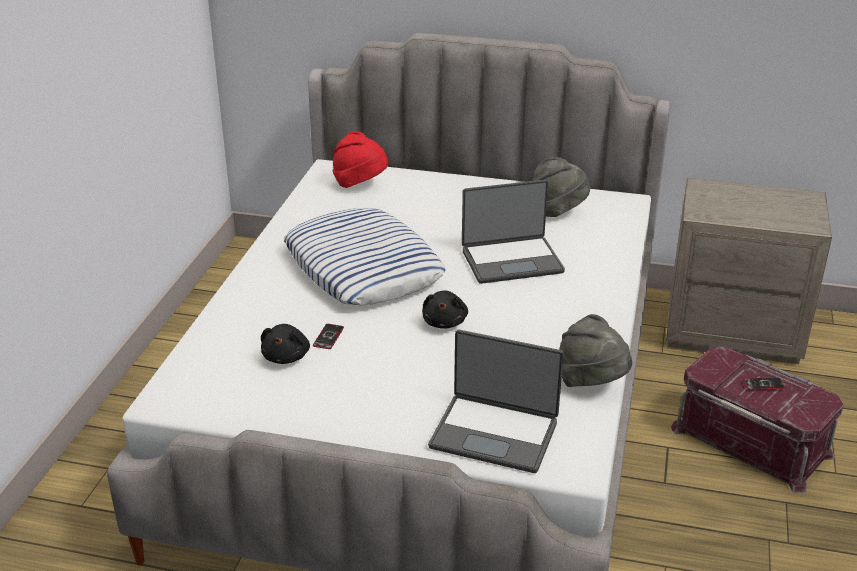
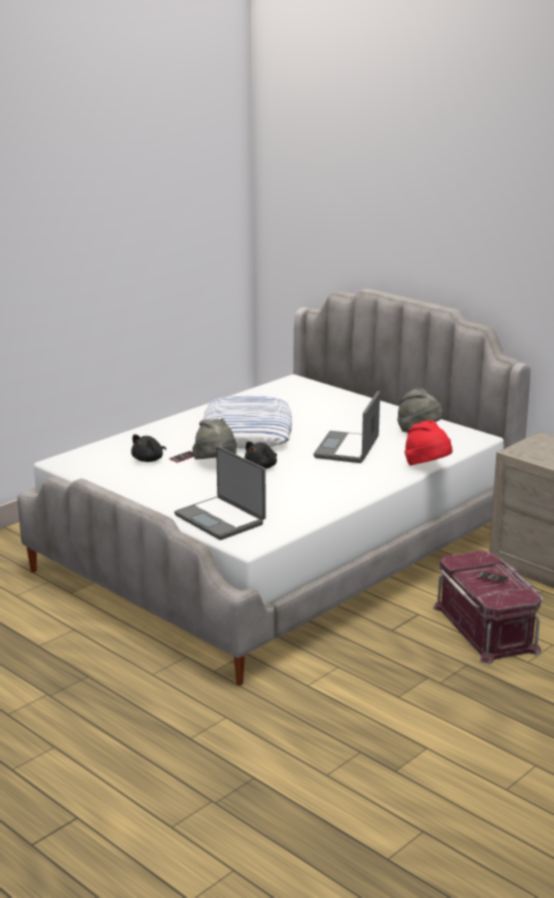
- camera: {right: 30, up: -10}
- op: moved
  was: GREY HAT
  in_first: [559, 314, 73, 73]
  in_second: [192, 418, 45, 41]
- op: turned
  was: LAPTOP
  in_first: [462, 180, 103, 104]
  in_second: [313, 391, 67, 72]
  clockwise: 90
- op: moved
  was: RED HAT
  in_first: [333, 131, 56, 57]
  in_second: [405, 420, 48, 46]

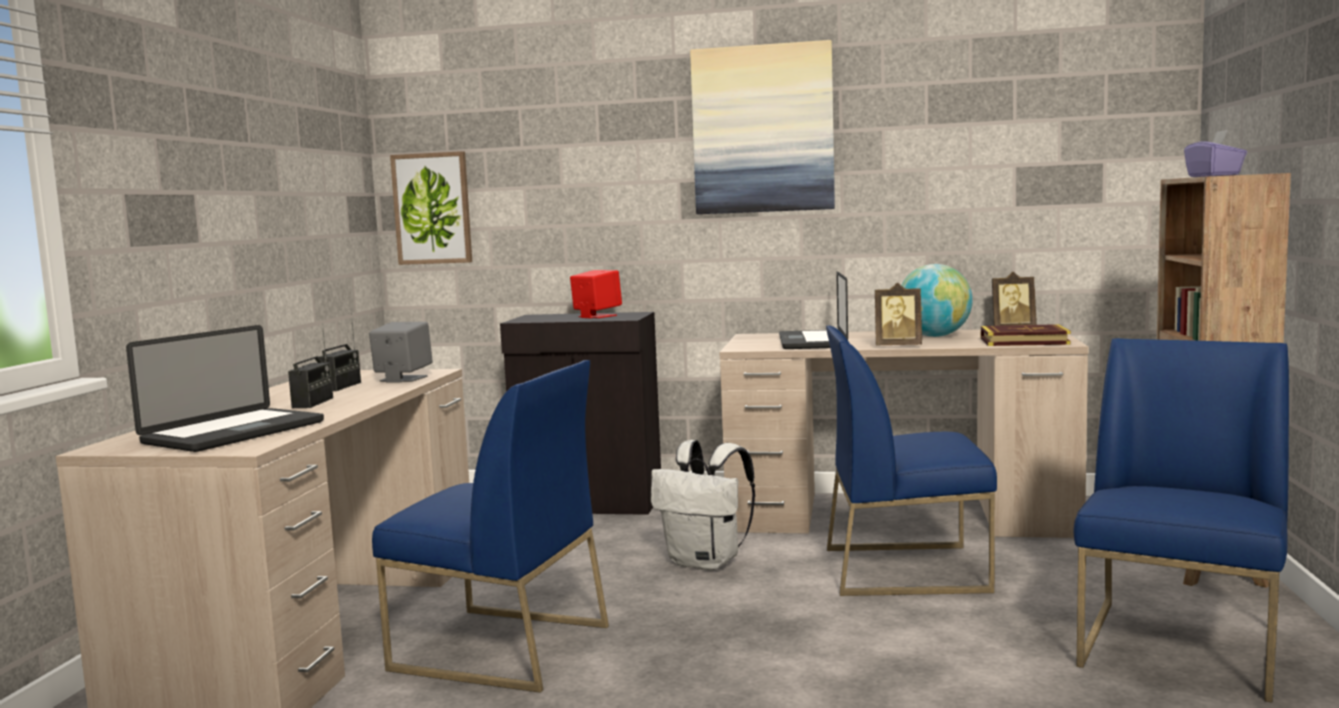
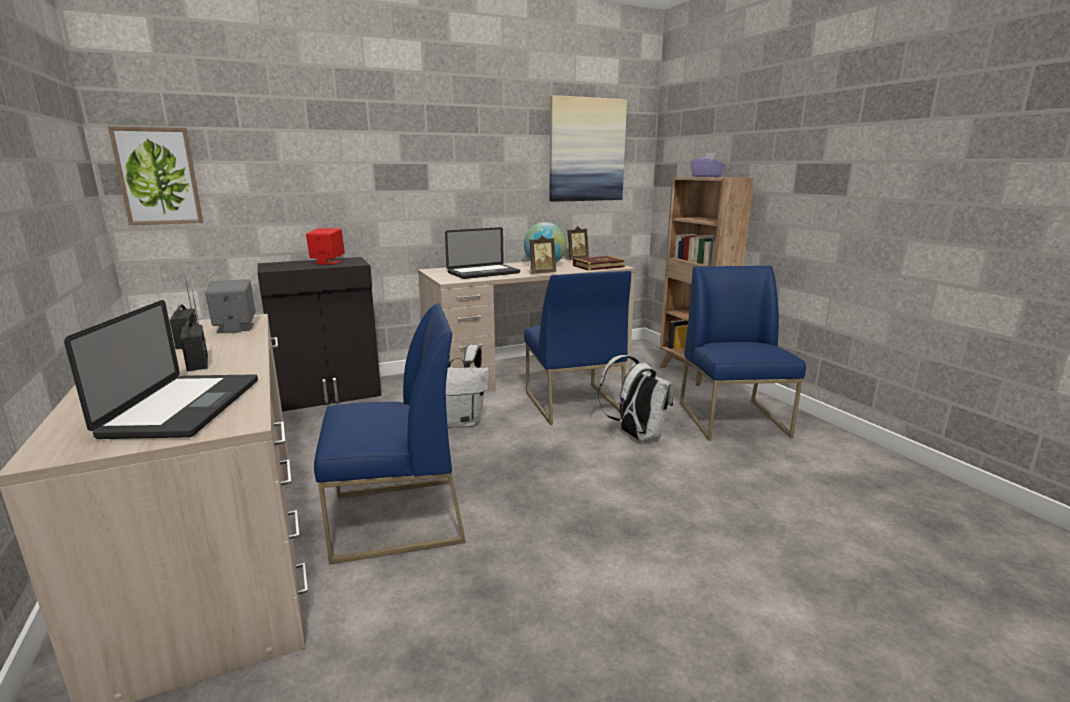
- camera: {right: -35, up: 10}
- op: turned
  was: LAPTOP
  in_first: [779, 271, 69, 78]
  in_second: [445, 227, 75, 52]
  clockwise: -90
- op: turned
  was: BLUE CHAIR
  in_first: [826, 325, 171, 271]
  in_second: [524, 271, 107, 154]
  clockwise: -75
- op: moved
  was: PICTURE
  in_first: [690, 40, 145, 174]
  in_second: [549, 95, 78, 107]
- op: added
  now: WHITE BACKPACK
  in_second: [598, 355, 75, 86]

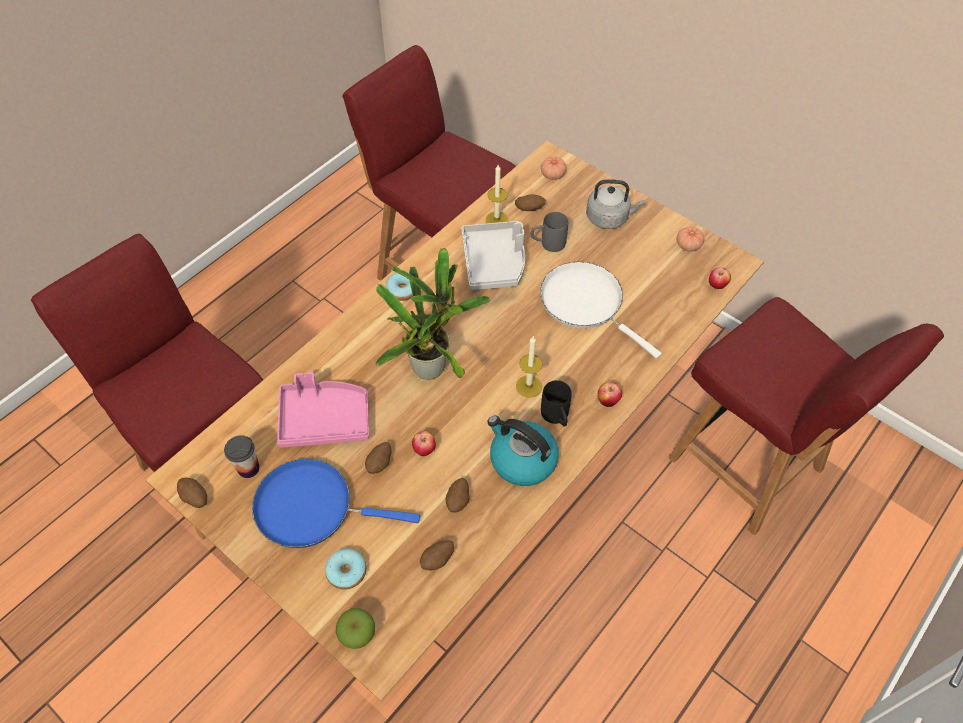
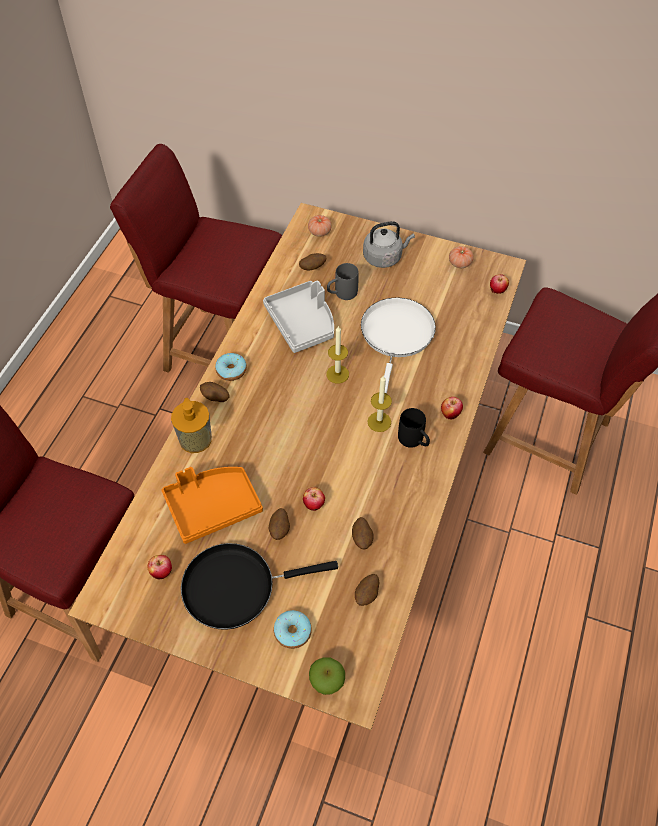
- camera: {right: -20, up: 0}
- op: replaced
  was: CUP
  now: APPLE
  in_first: [224, 435, 36, 43]
  in_second: [148, 555, 24, 24]
- op: recoloured
  was: PINK TRAY
  now: ORANGE TRAY
  in_first: [277, 372, 92, 76]
  in_second: [161, 467, 102, 77]
- op: added
  now: SOAP DISPENSER
  in_second: [171, 398, 41, 55]
- op: recoloured
  was: BLUE FRYING PAN
  now: BLACK FRYING PAN
  in_first: [252, 459, 168, 89]
  in_second: [181, 543, 157, 87]
- op: moved
  was: POTATO
  in_first: [177, 478, 30, 30]
  in_second: [200, 382, 30, 20]
- op: moved
  was: CANDLE
  in_first: [486, 165, 22, 58]
  in_second: [326, 326, 23, 57]
- op: turned
  was: WHITE FRYING PAN
  in_first: [540, 262, 121, 97]
  in_second: [361, 298, 75, 96]
  clockwise: 75
- op: removed
  was: POTTED PLANT
  in_first: [376, 248, 114, 132]
- op: removed
  was: KETTLE
  in_first: [488, 415, 71, 71]

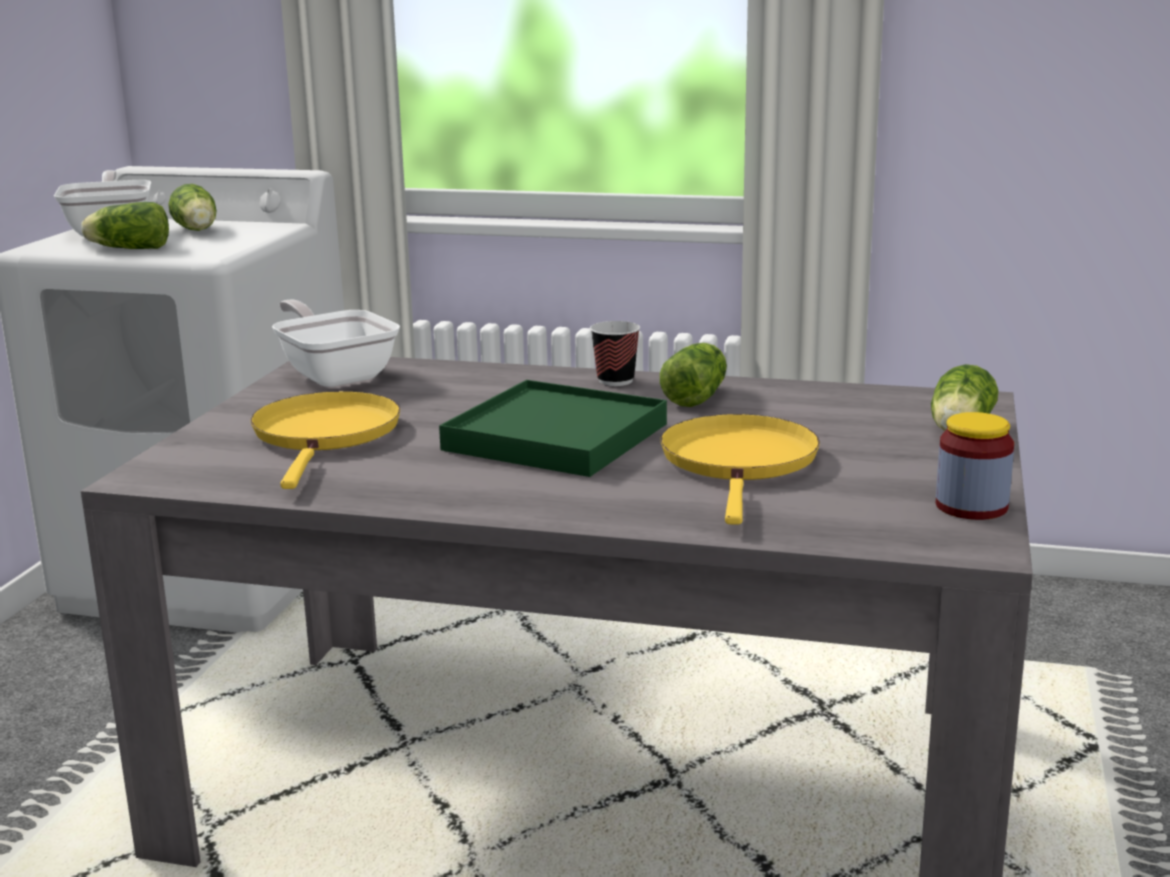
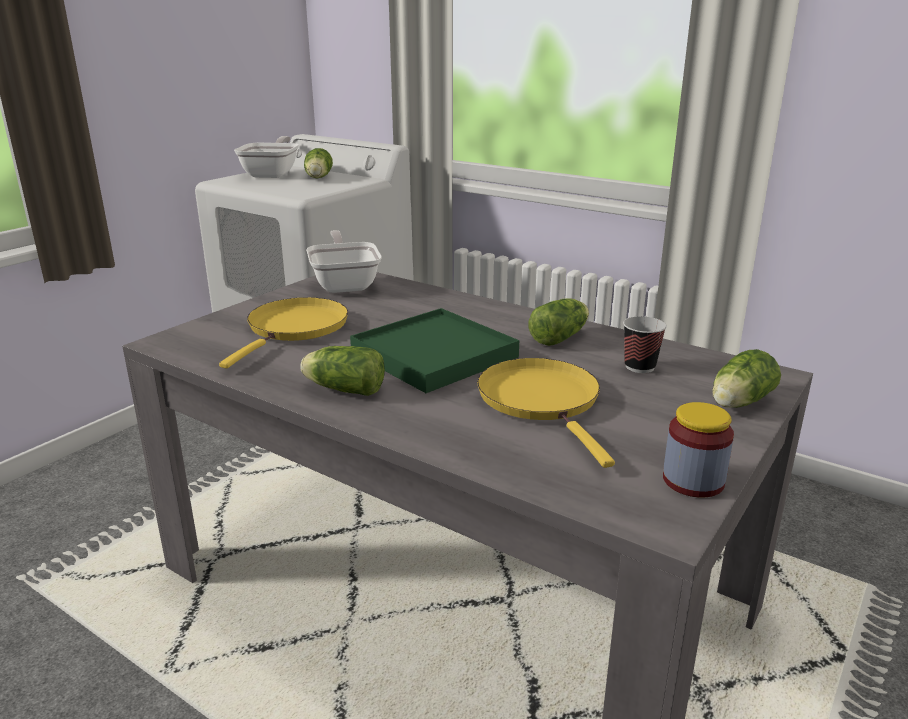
- camera: {right: 20, up: 5}
- op: moved
  was: LETTUCE
  in_first: [81, 202, 88, 47]
  in_second: [300, 346, 85, 50]
- op: turned
  was: YELLOW FRYING PAN
  in_first: [660, 414, 160, 111]
  in_second: [477, 358, 138, 110]
  clockwise: -45
- op: moved
  was: CUP
  in_first: [590, 321, 50, 65]
  in_second: [623, 316, 44, 57]

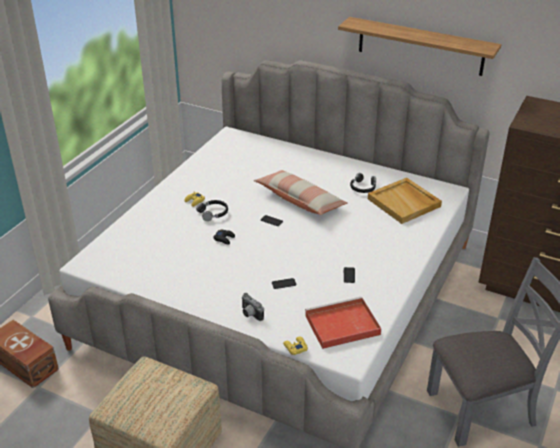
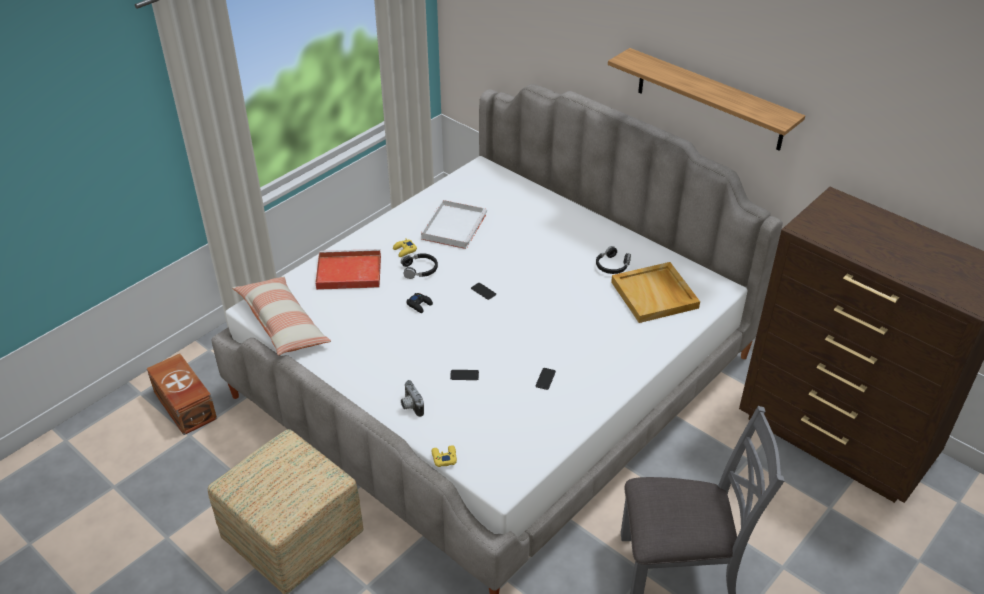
- camera: {right: 15, up: 5}
- op: moved
  was: PILLOW
  in_first: [254, 170, 93, 45]
  in_second: [232, 276, 99, 79]
- op: moved
  was: RED TRAY
  in_first: [305, 297, 76, 52]
  in_second: [315, 249, 66, 41]
- op: added
  now: WHITE TRAY
  in_second: [421, 200, 66, 49]

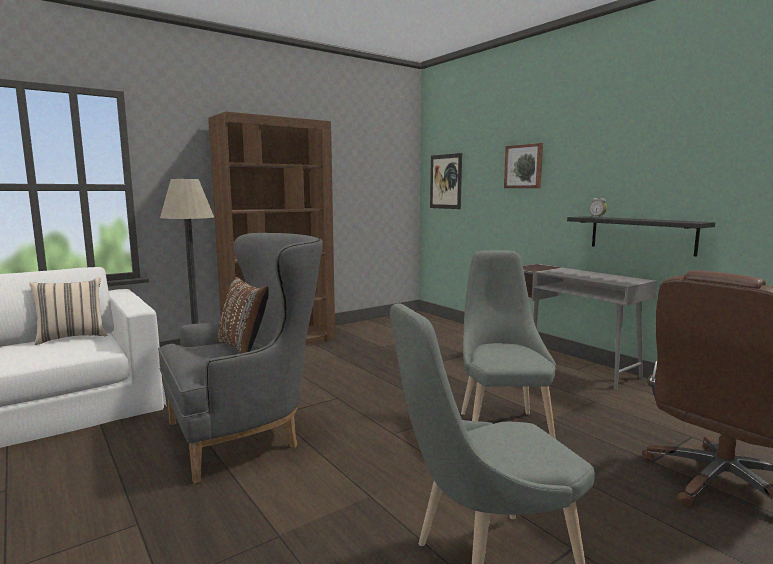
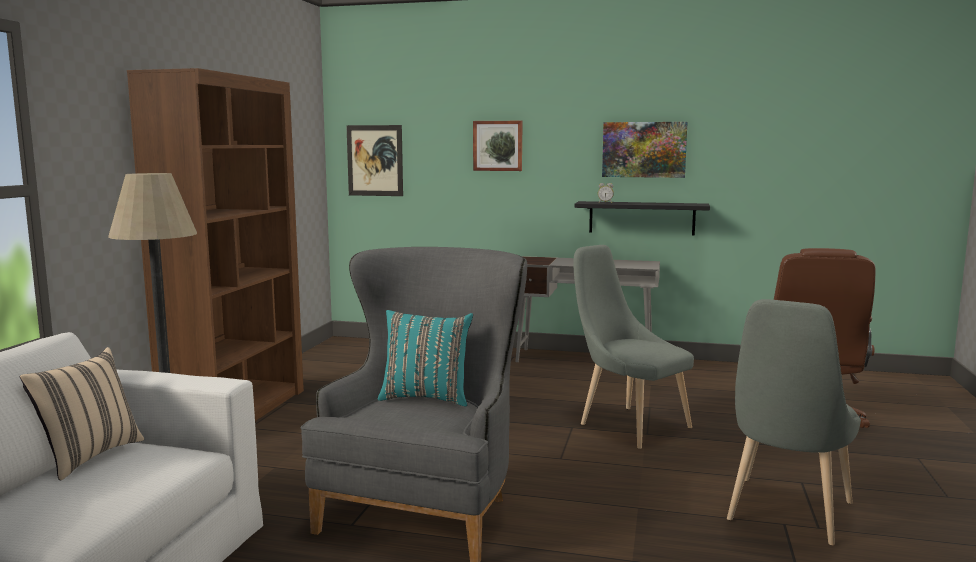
- camera: {right: -40, up: 0}
- op: recoloured
  was: BROWN PILLOW
  now: TURQUOISE PILLOW
  in_first: [217, 277, 52, 76]
  in_second: [378, 310, 95, 97]
- op: added
  now: PICTURE
  in_second: [602, 122, 85, 56]

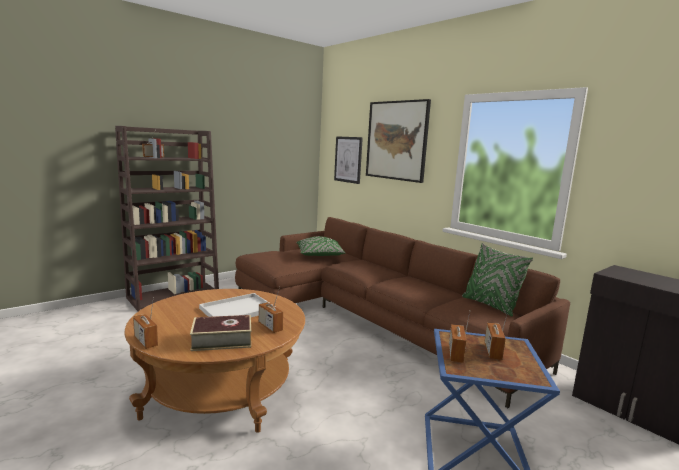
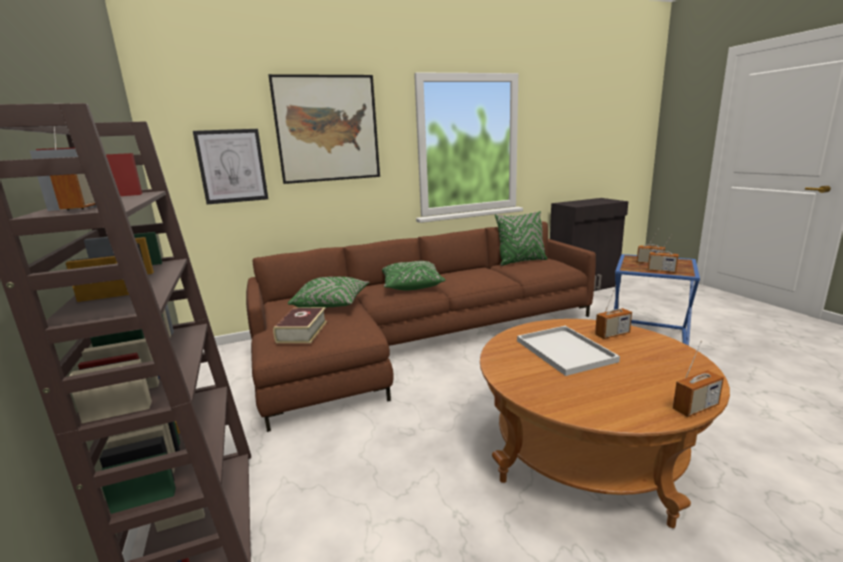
- camera: {right: -70, up: 5}
- op: moved
  was: BOOK
  in_first: [190, 315, 61, 36]
  in_second: [273, 307, 54, 36]
- op: added
  now: GREEN PILLOW
  in_second: [382, 261, 63, 29]

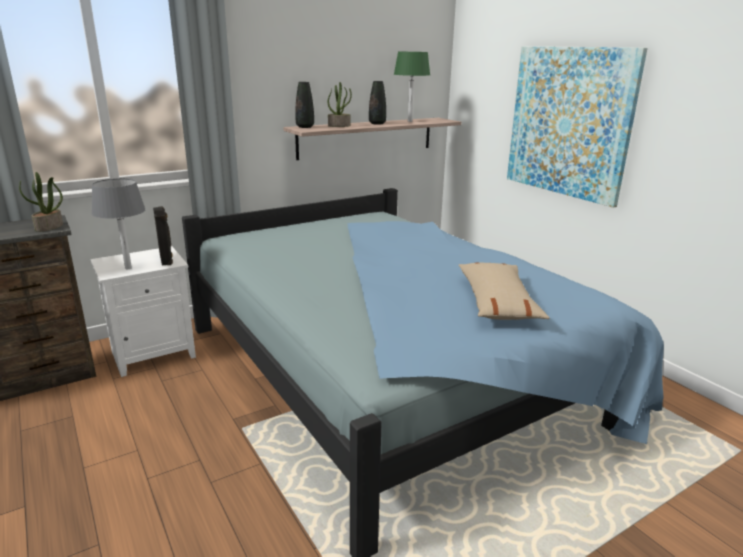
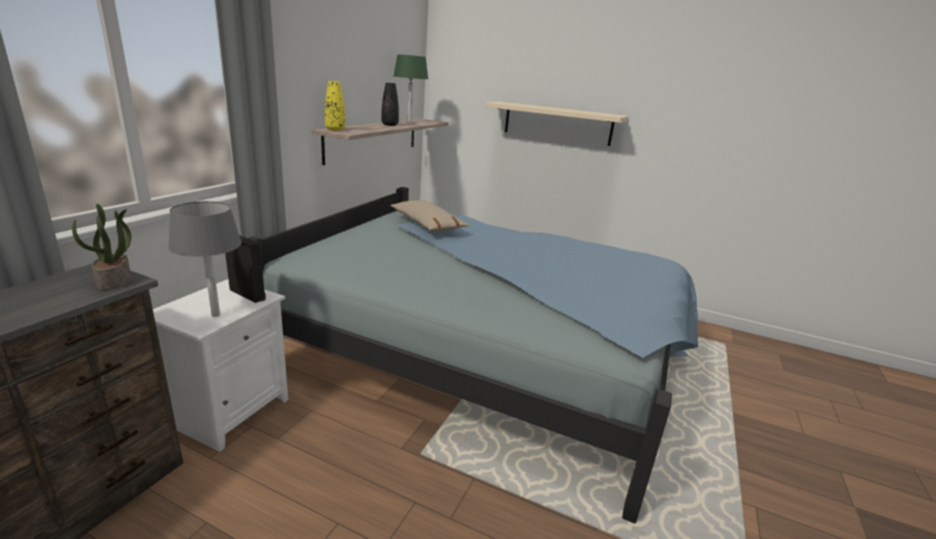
- camera: {right: -35, up: 0}
- op: recoloured
  was: BLACK VASE
  now: YELLOW VASE
  in_first: [295, 82, 19, 46]
  in_second: [325, 81, 20, 50]
- op: moved
  was: BEIGE PILLOW
  in_first: [459, 263, 91, 57]
  in_second: [390, 200, 80, 32]
- op: replaced
  was: PICTURE
  now: BEIGE SHELF
  in_first: [507, 47, 141, 161]
  in_second: [485, 101, 143, 45]
- op: removed
  was: POTTED PLANT
  in_first: [328, 82, 24, 45]

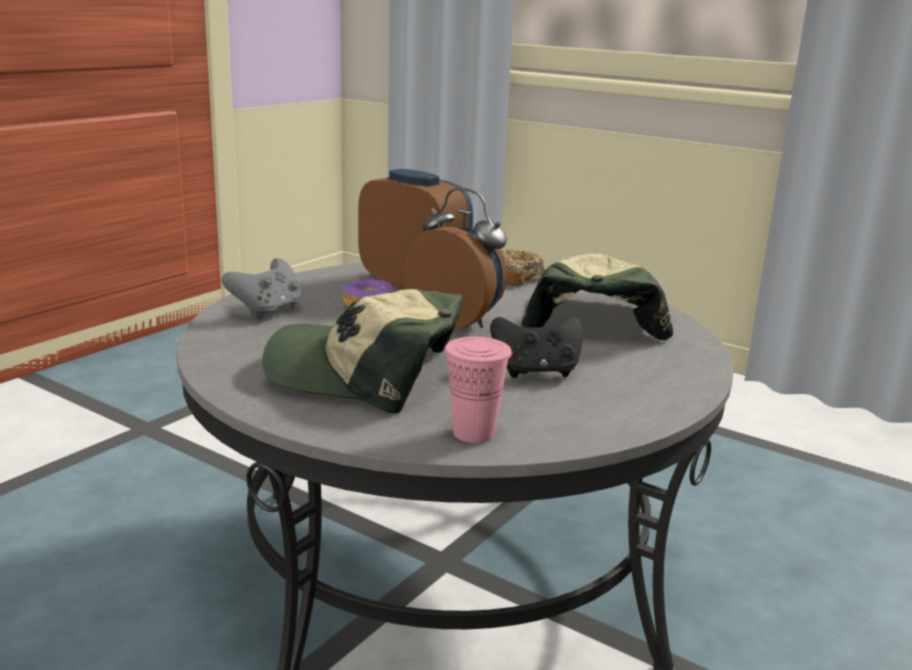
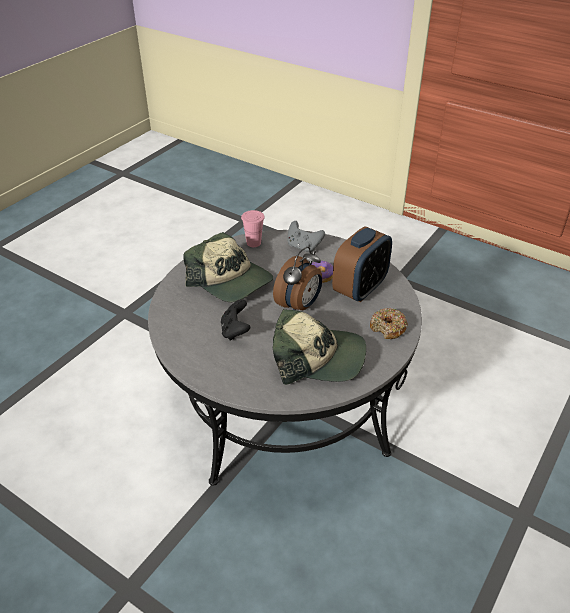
- camera: {right: 90, up: 20}
- op: turned
  was: CAP
  in_first: [262, 289, 201, 125]
  in_second: [183, 232, 91, 70]
  clockwise: 120
- op: moved
  was: PINK CUP
  in_first: [444, 337, 68, 106]
  in_second: [241, 210, 24, 37]

